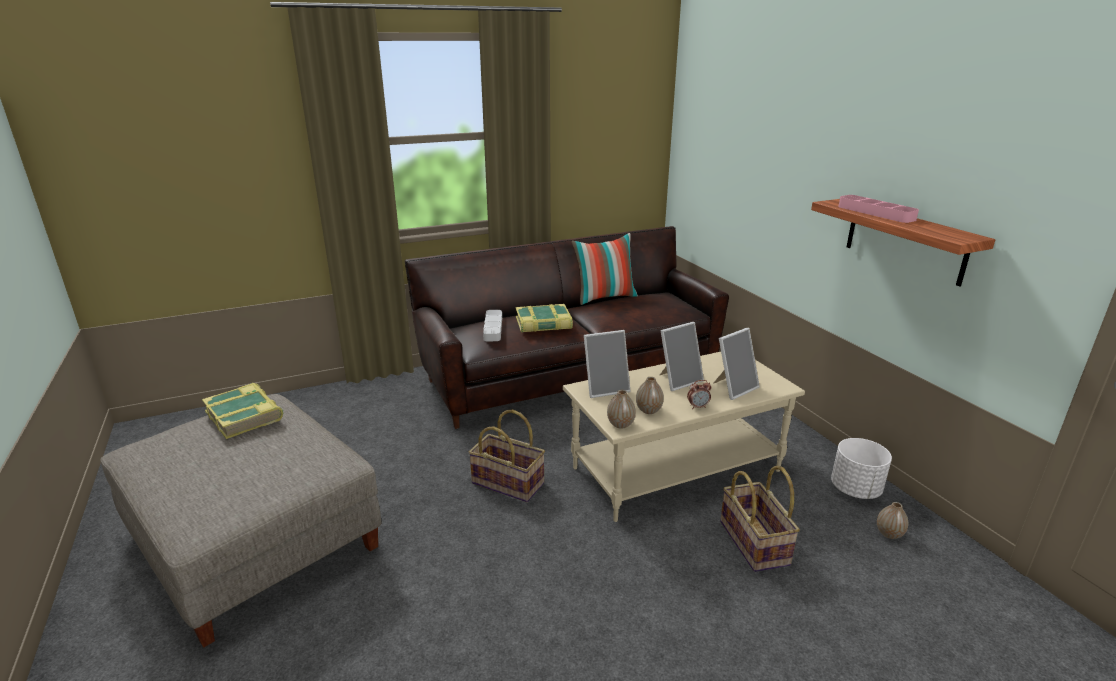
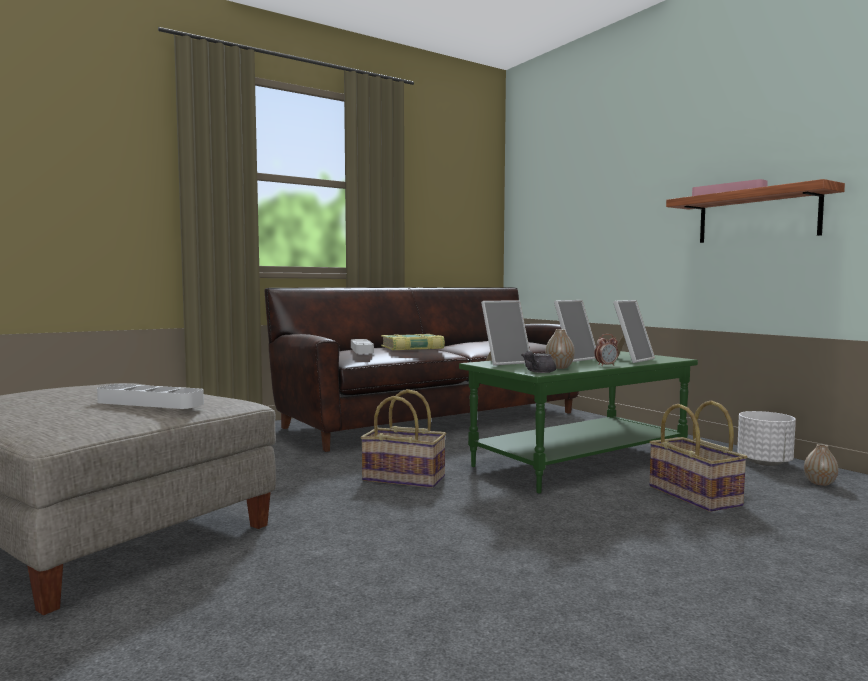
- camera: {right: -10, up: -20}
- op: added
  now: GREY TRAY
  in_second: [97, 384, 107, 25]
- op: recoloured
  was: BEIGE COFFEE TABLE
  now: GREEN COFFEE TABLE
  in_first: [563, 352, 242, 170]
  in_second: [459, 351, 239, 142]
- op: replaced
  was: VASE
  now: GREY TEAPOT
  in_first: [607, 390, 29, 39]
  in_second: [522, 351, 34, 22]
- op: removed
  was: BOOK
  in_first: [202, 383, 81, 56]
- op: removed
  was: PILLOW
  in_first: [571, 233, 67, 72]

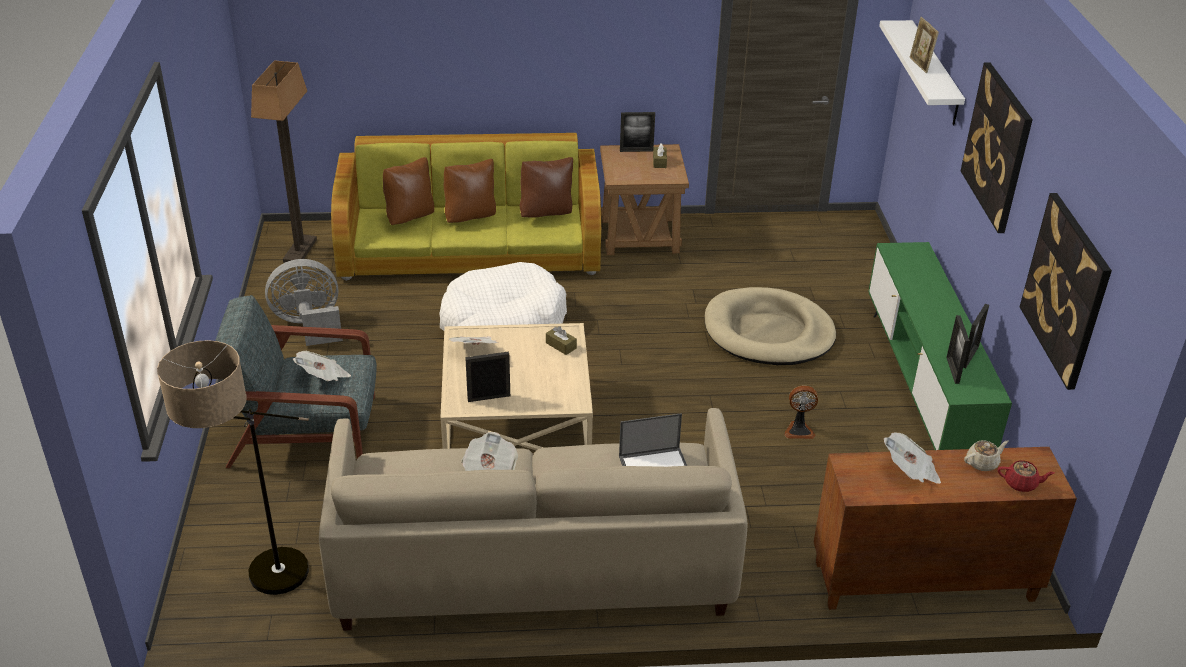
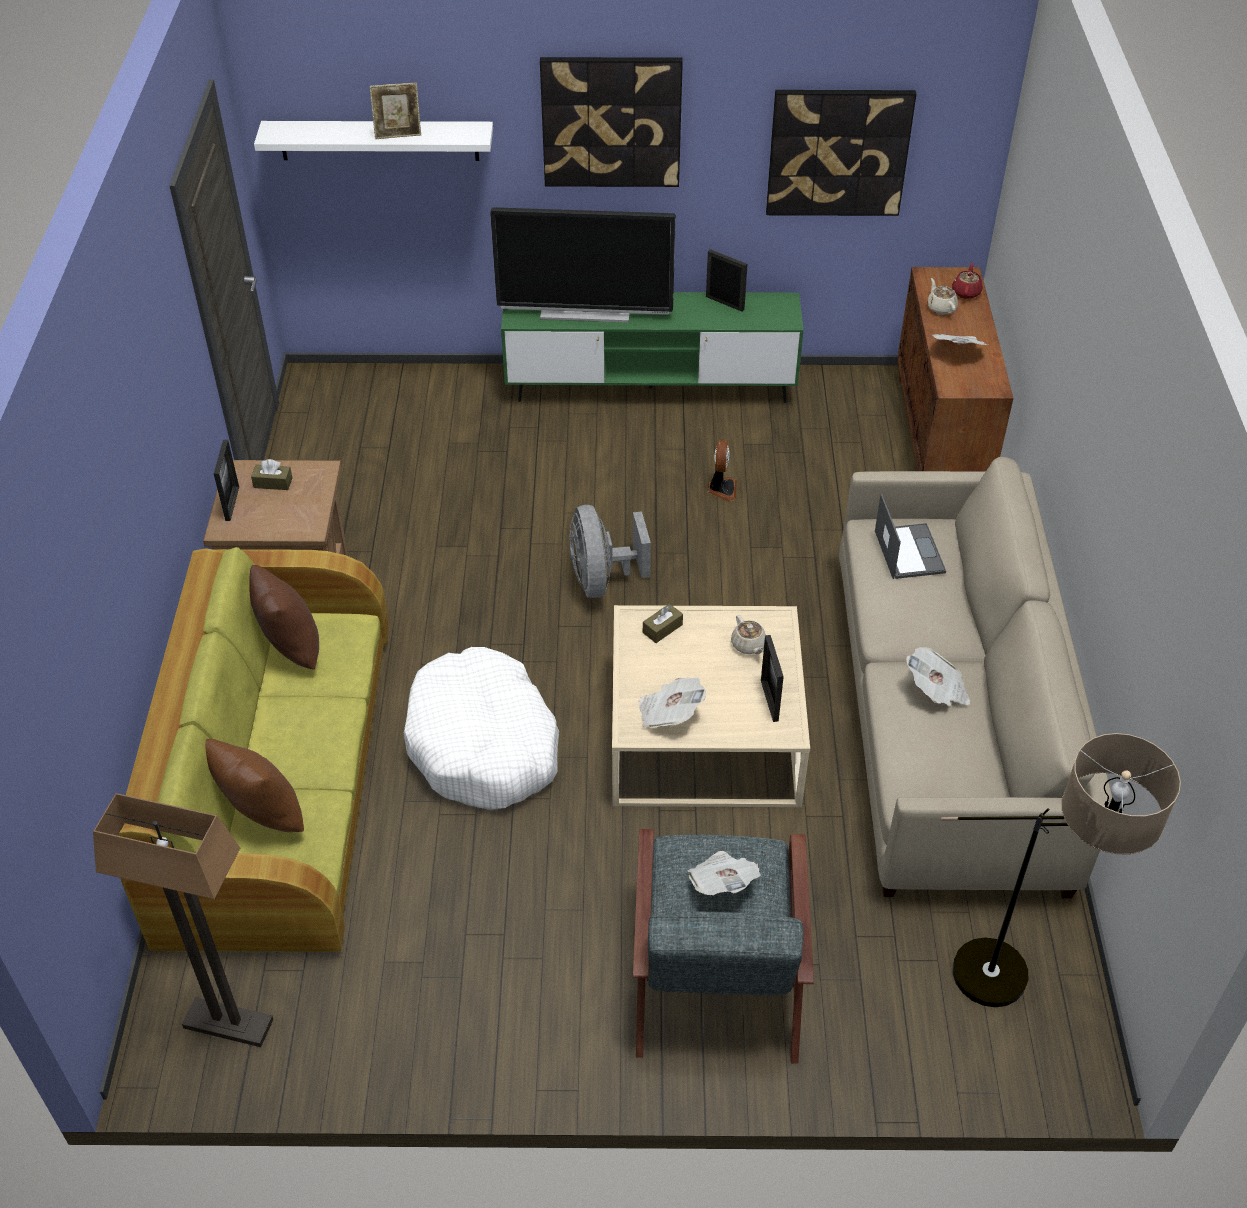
- camera: {right: -85, up: 10}
- op: added
  now: TELEVISION
  in_second: [490, 207, 186, 116]
- op: moved
  was: GREY FAN
  in_first: [265, 259, 78, 87]
  in_second: [570, 505, 81, 93]
- op: added
  now: BEIGE TEAPOT
  in_second: [731, 615, 35, 39]
- op: removed
  was: BROWN PILLOW
  in_first: [444, 159, 52, 64]
- op: removed
  was: BEIGE DOG BED
  in_first: [705, 287, 131, 78]
- op: removed
  was: PICTURE FRAME
  in_first: [946, 315, 24, 69]

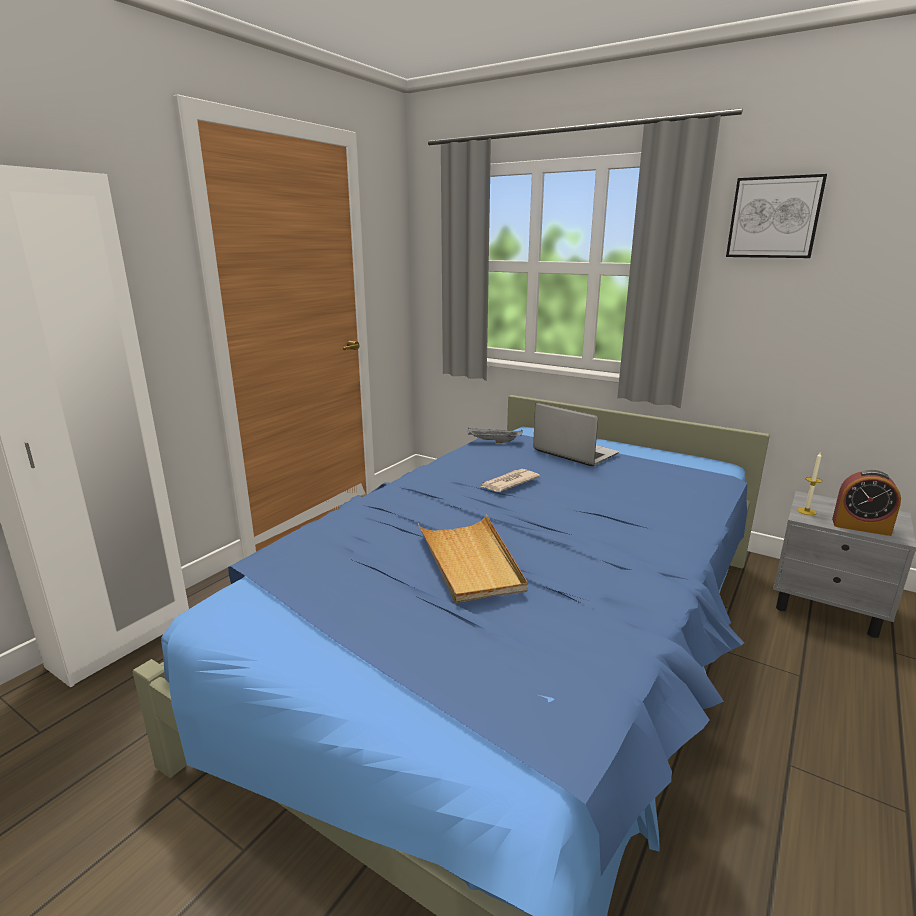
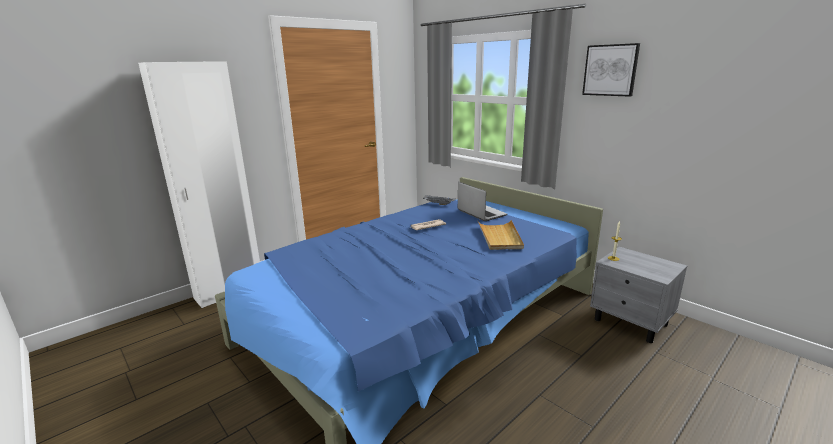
- camera: {right: 15, up: 0}
- op: moved
  was: BEIGE TRAY
  in_first: [418, 515, 110, 88]
  in_second: [478, 220, 46, 30]
- op: removed
  was: ALARM CLOCK
  in_first: [832, 470, 69, 66]

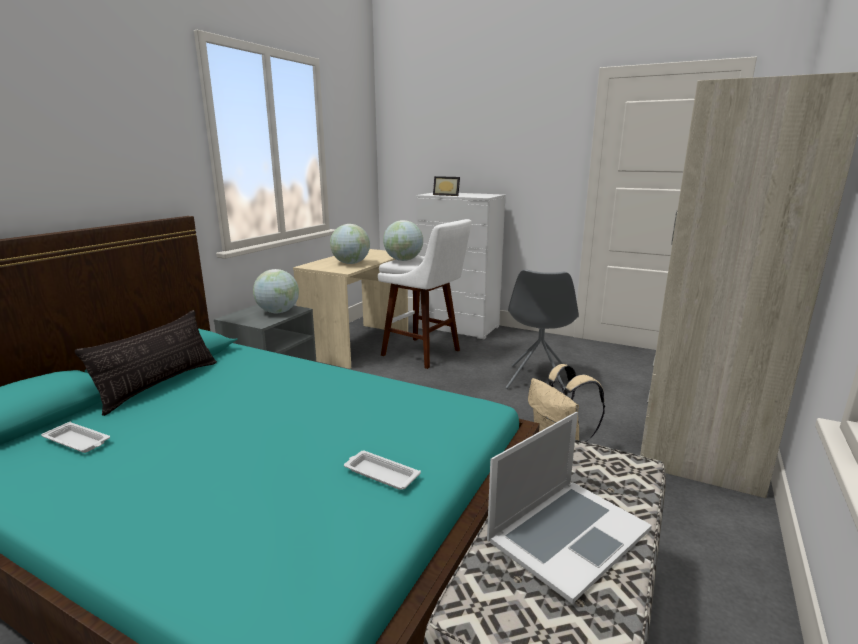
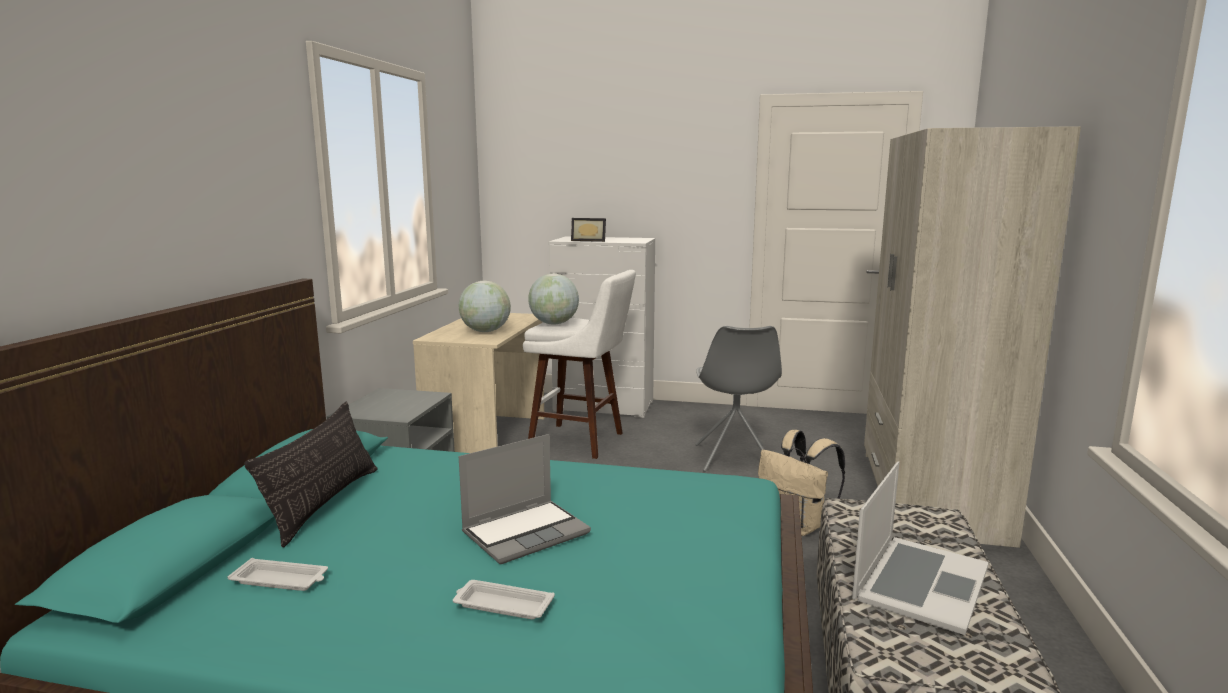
- camera: {right: -15, up: -5}
- op: moved
  was: WHITE TRAY
  in_first: [344, 451, 77, 39]
  in_second: [453, 580, 102, 39]
- op: added
  now: LAPTOP
  in_second: [459, 434, 132, 130]
- op: removed
  was: GLOBE
  in_first: [253, 269, 46, 44]

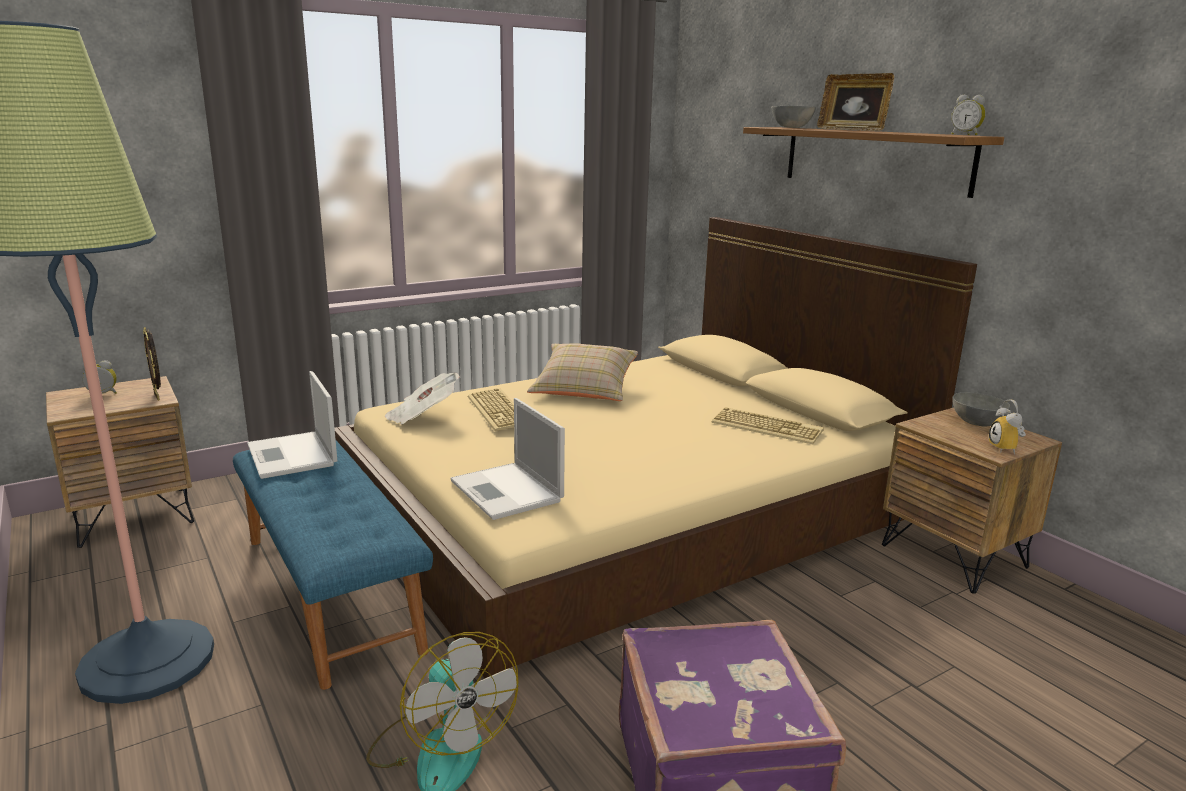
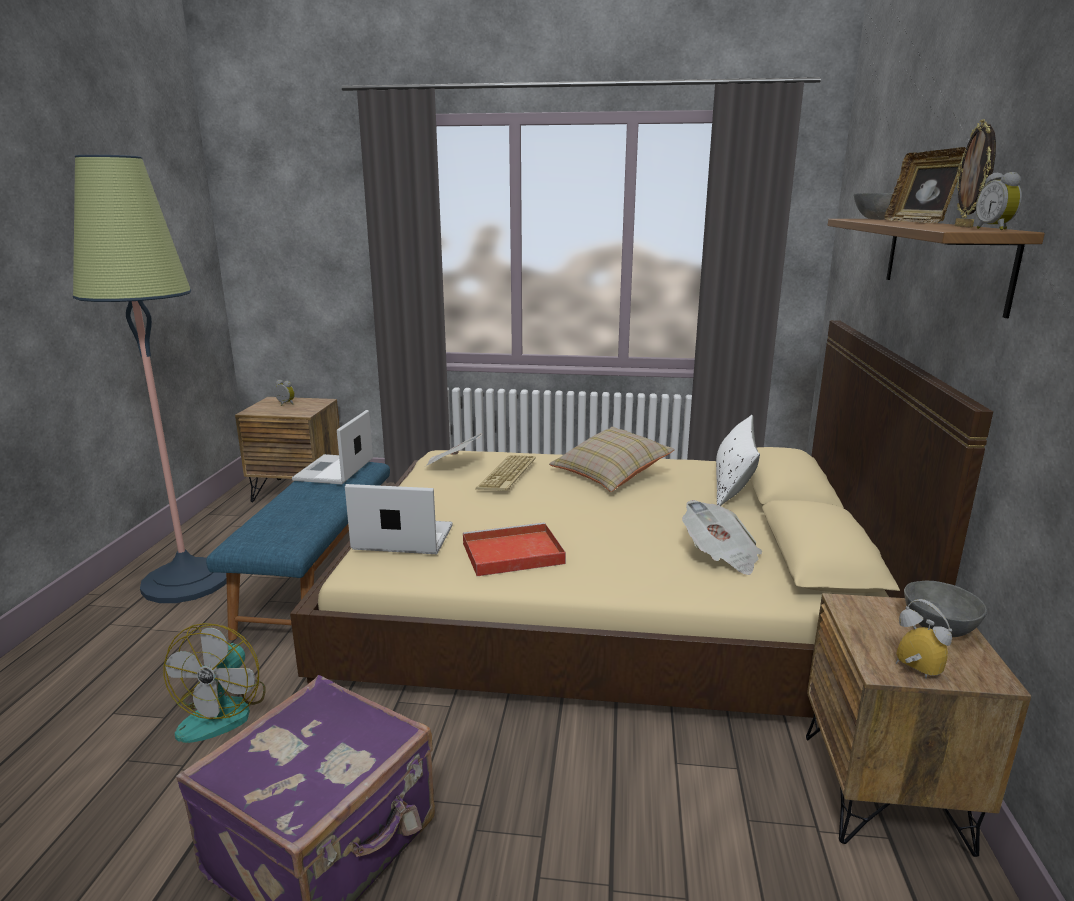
- camera: {right: 40, up: 0}
- op: turned
  was: LAPTOP
  in_first: [450, 398, 115, 122]
  in_second: [345, 484, 108, 70]
  clockwise: 90
- op: added
  now: RED TRAY
  in_second: [463, 522, 103, 54]
- op: replaced
  was: KEYBOARD
  now: NEWSPAPER
  in_first: [711, 407, 113, 37]
  in_second: [682, 500, 80, 75]
- op: added
  now: WHITE PILLOW
  in_second: [716, 415, 44, 91]
- op: turned
  was: ALARM CLOCK
  in_first: [989, 399, 37, 55]
  in_second: [896, 599, 56, 80]
  clockwise: 105
- op: moved
  was: PICTURE FRAME
  in_first: [143, 327, 18, 74]
  in_second: [955, 119, 41, 109]

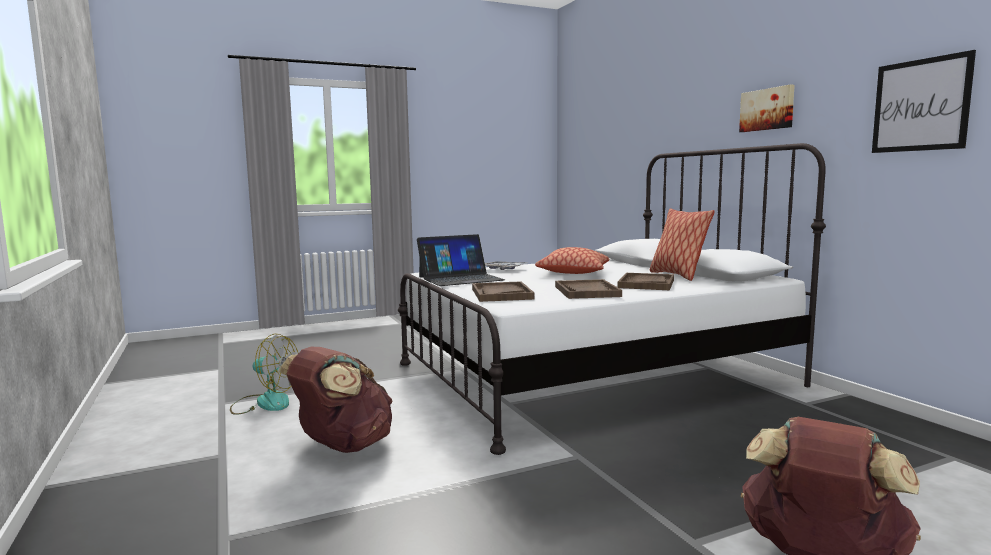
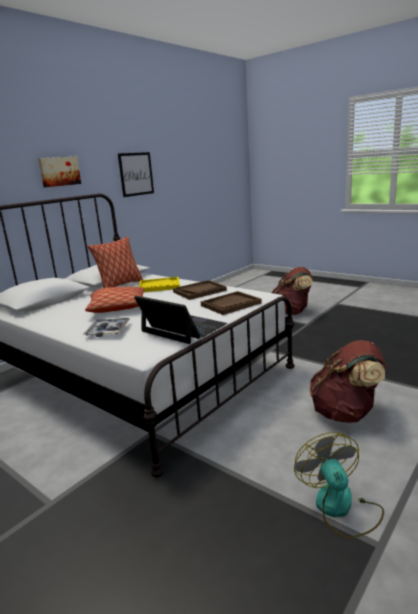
- camera: {right: -115, up: 10}
- op: recoloured
  was: BROWN TRAY
  now: YELLOW TRAY
  in_first: [618, 273, 56, 17]
  in_second: [139, 277, 41, 15]

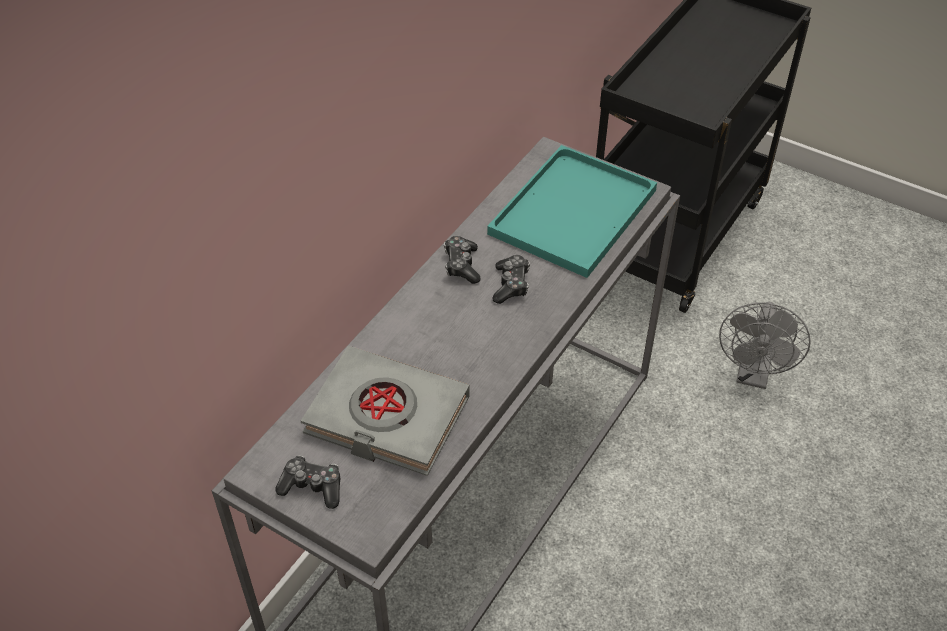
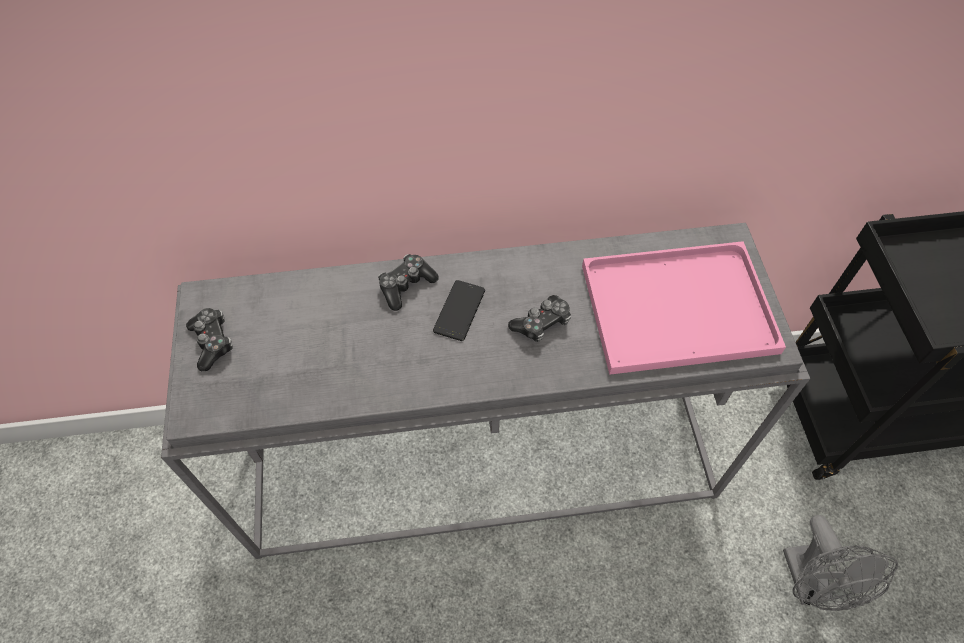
- camera: {right: 50, up: 10}
- op: moved
  was: GAME CONTROLLER
  in_first: [444, 236, 37, 48]
  in_second: [378, 254, 61, 57]
- op: added
  now: PHONE
  in_second: [433, 280, 52, 61]
- op: recoloured
  was: TURQUOISE TRAY
  now: PINK TRAY
  in_first: [487, 145, 170, 133]
  in_second: [582, 241, 204, 134]
- op: turned
  was: GREY FAN
  in_first: [719, 302, 92, 87]
  in_second: [783, 515, 115, 96]
  clockwise: -75
- op: removed
  was: GREY BOOK
  in_first: [301, 346, 168, 130]

